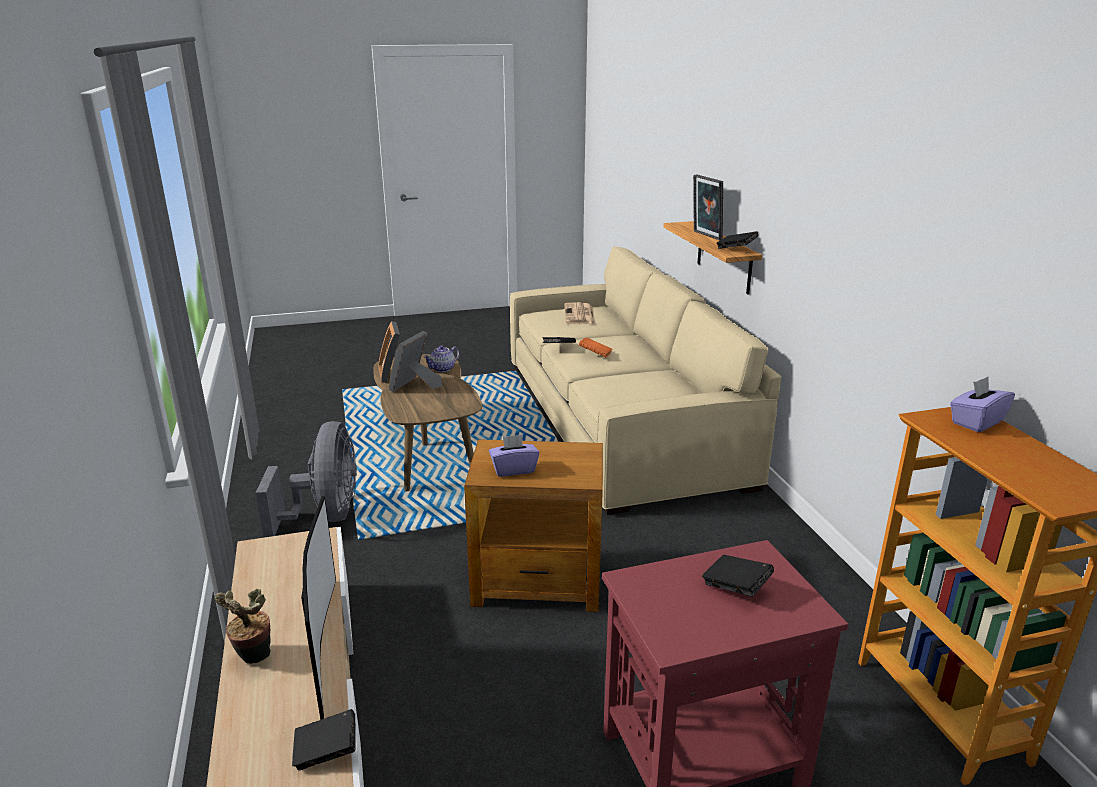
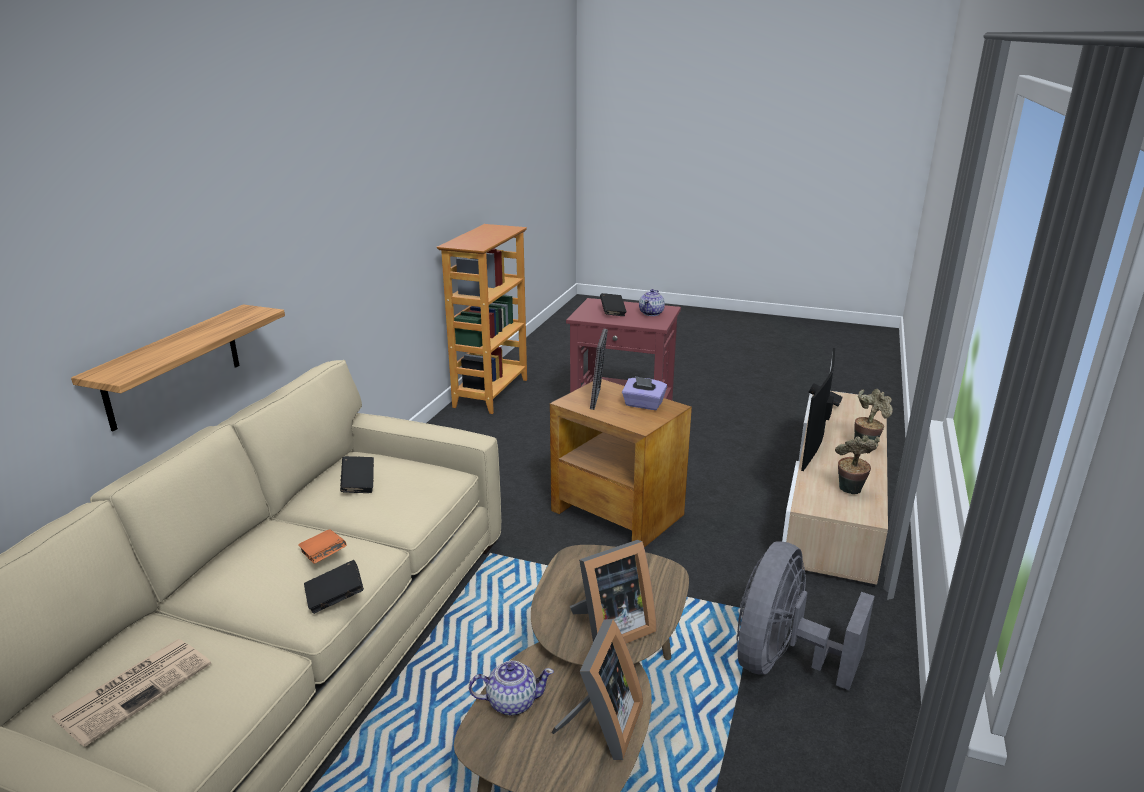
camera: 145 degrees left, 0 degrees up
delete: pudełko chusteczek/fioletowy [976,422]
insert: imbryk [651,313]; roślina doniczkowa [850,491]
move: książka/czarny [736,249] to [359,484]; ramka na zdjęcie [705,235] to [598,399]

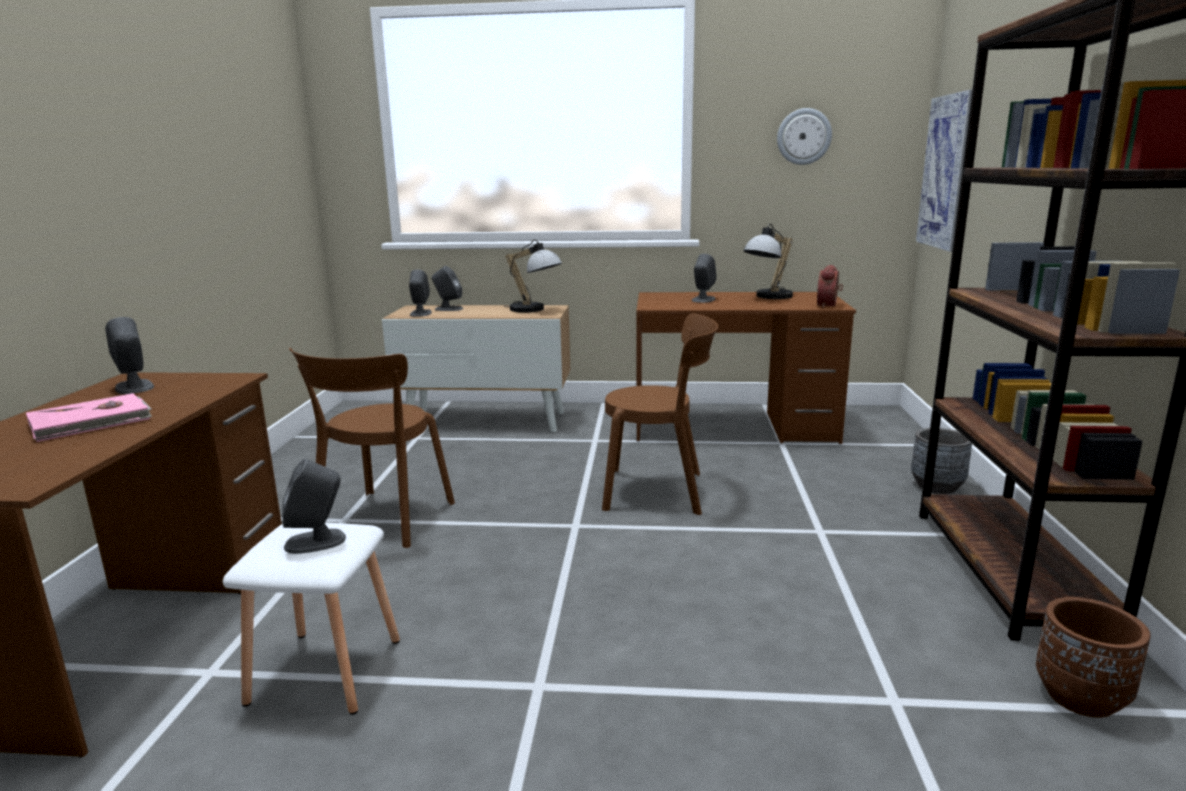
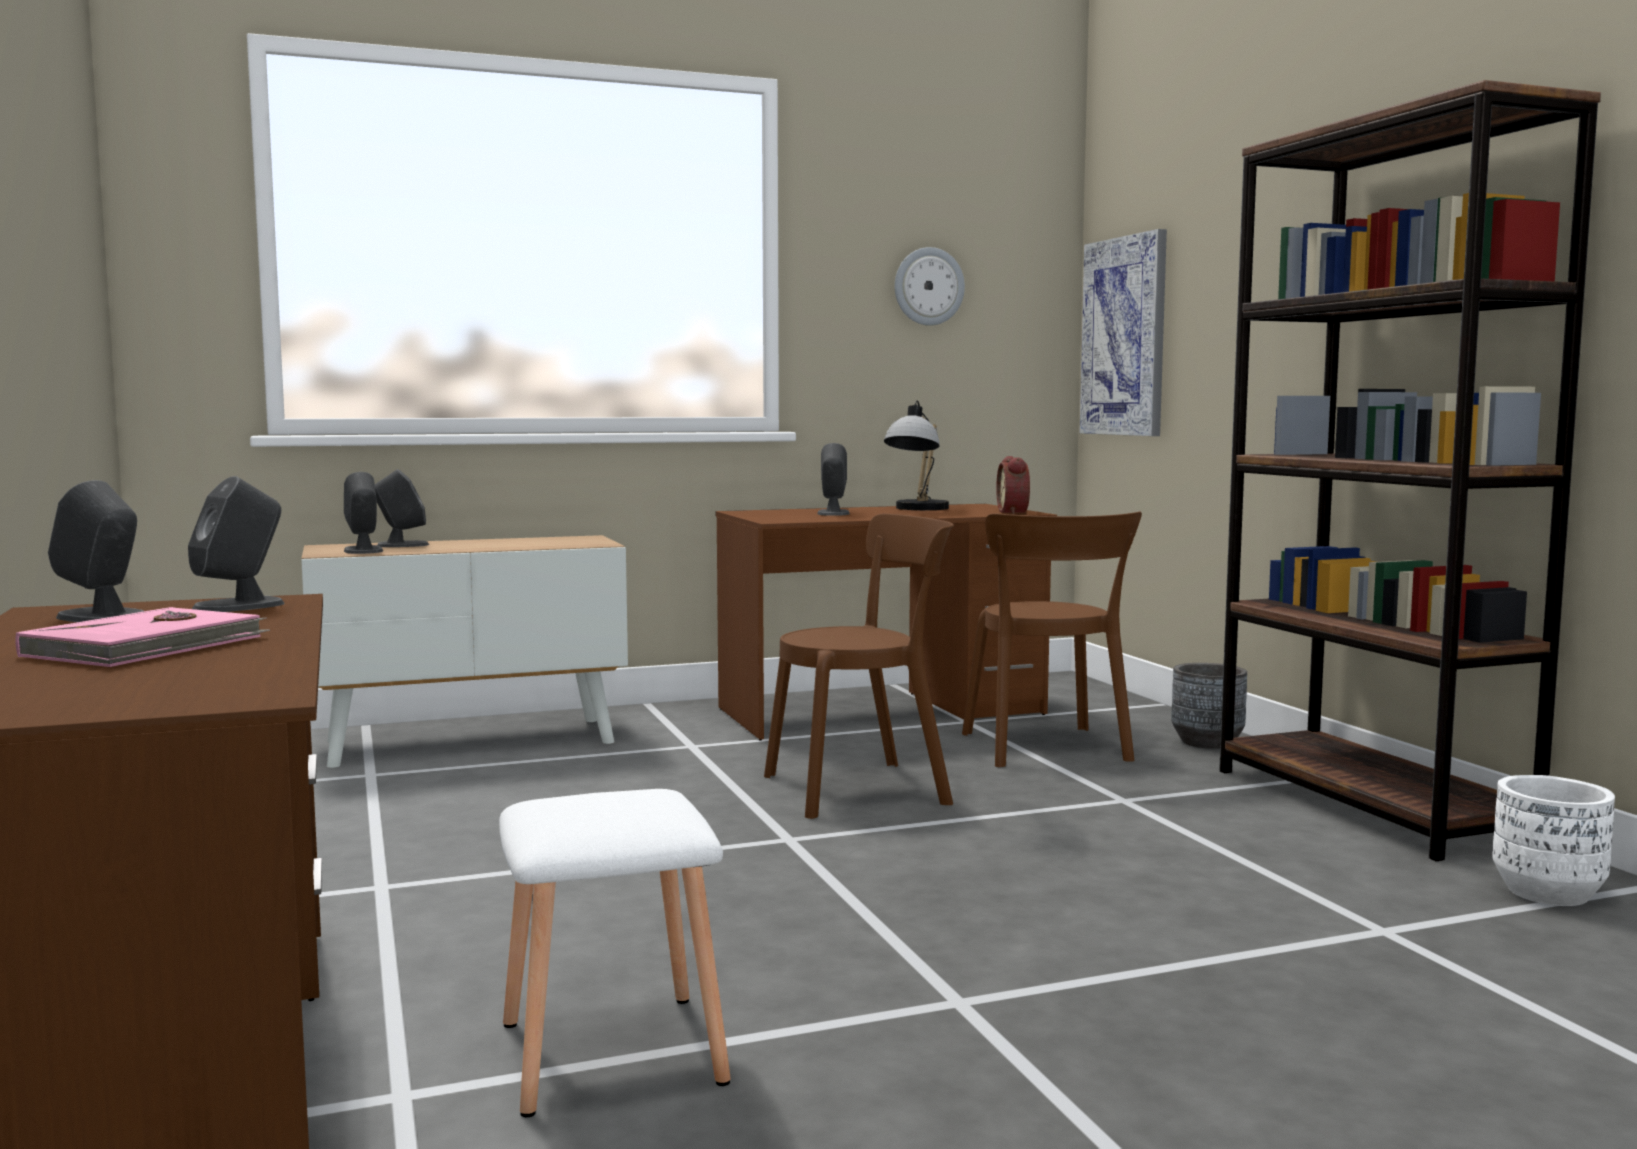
camera: 25 degrees left, 10 degrees down
delete: lampa stołowa [534,310]
move: głośnik/szary [316,541] to [240,606]; krzesło/brązowy [382,521] to [1047,749]
recolor: donica/brązowy [1081,697] to donica/biały [1548,893]

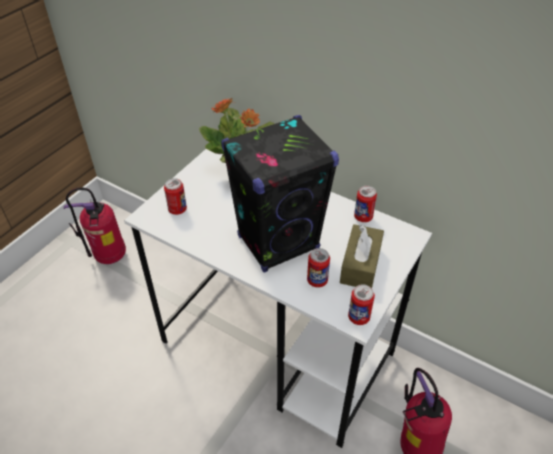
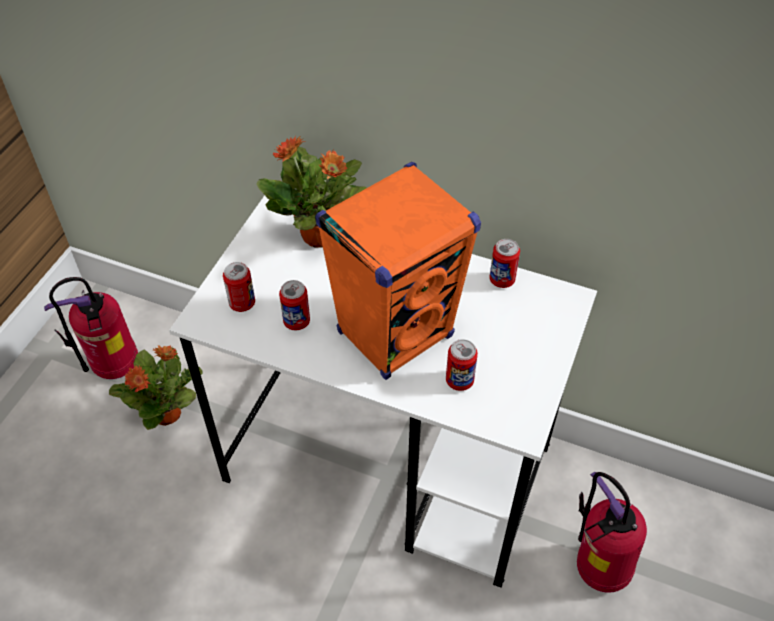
camera: 10 degrees left, 5 degrees up
delete: pudełko chusteczek/brązowy [360,264]
insert: roślina doniczkowa [168,413]
move: puszka [358,317] to [296,321]
recolor: głośnik/czarny [278,243] to głośnik/pomarańczowy [395,334]

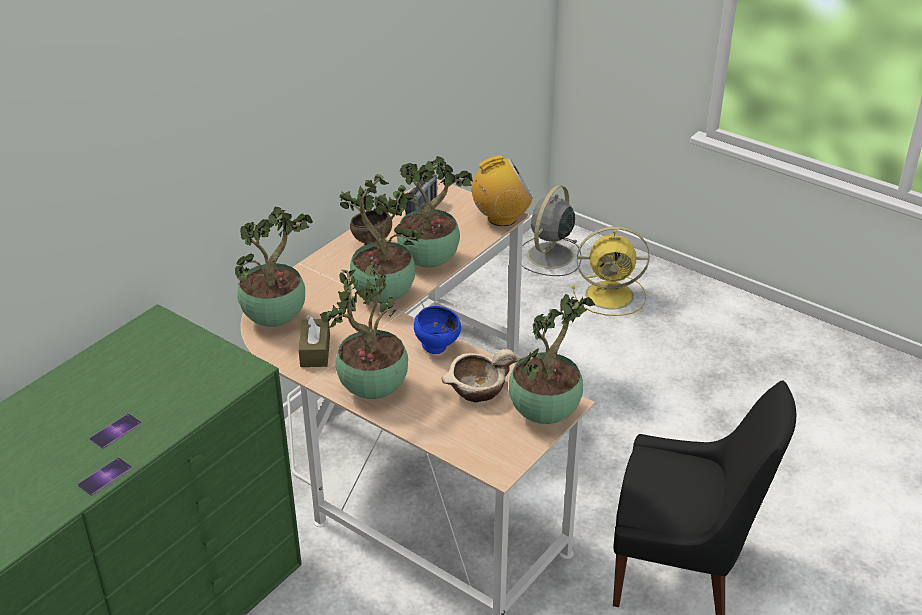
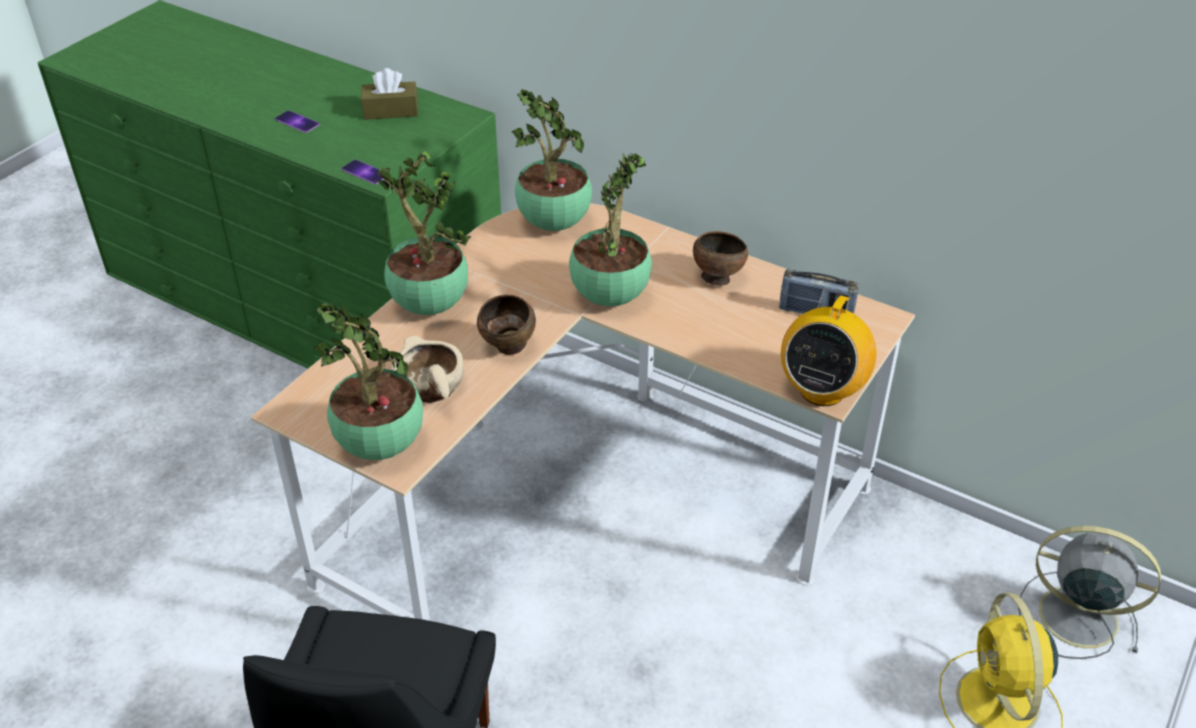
camera: 85 degrees right, 5 degrees up
delete: roślina doniczkowa [430,261]
move: telefon [105,476] to [365,172]; pudełko chusteczek/brązowy [315,351] to [391,110]
recolor: miska/niebieski [437,348] to miska/brązowy [509,348]
rotate: radio [501,218] = [822,390] 45 degrees clockwise

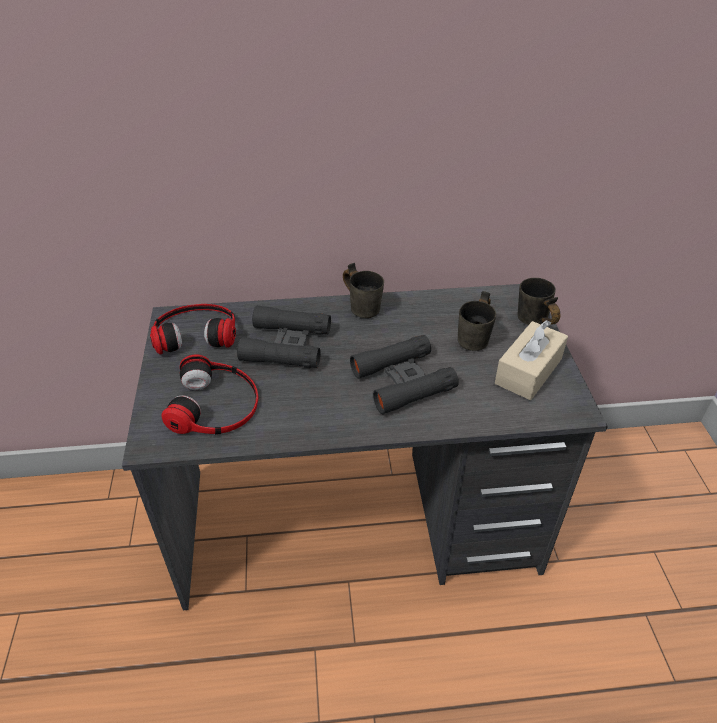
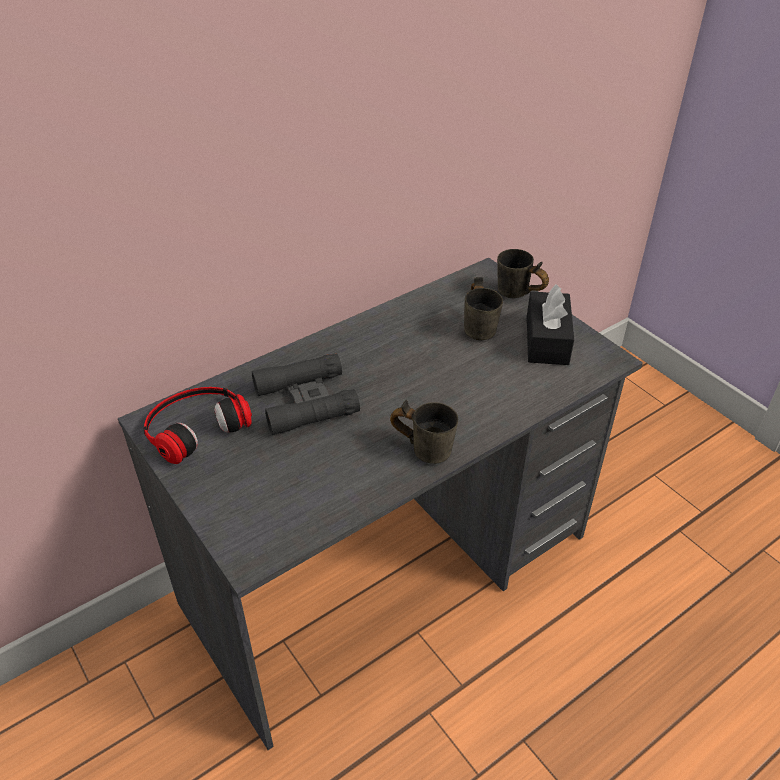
camera: 30 degrees left, 0 degrees up
delete: słuchawki [216,405]; lornetka/czarny [402,380]
move: kubek/szary [364,306] to [425,446]
recolor: pudełko chusteczek/beżowy [528,371] to pudełko chusteczek/czarny [547,340]

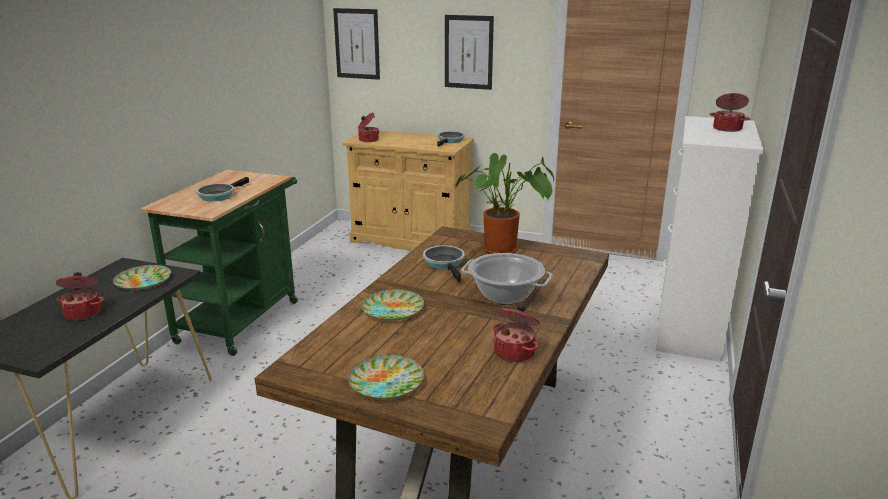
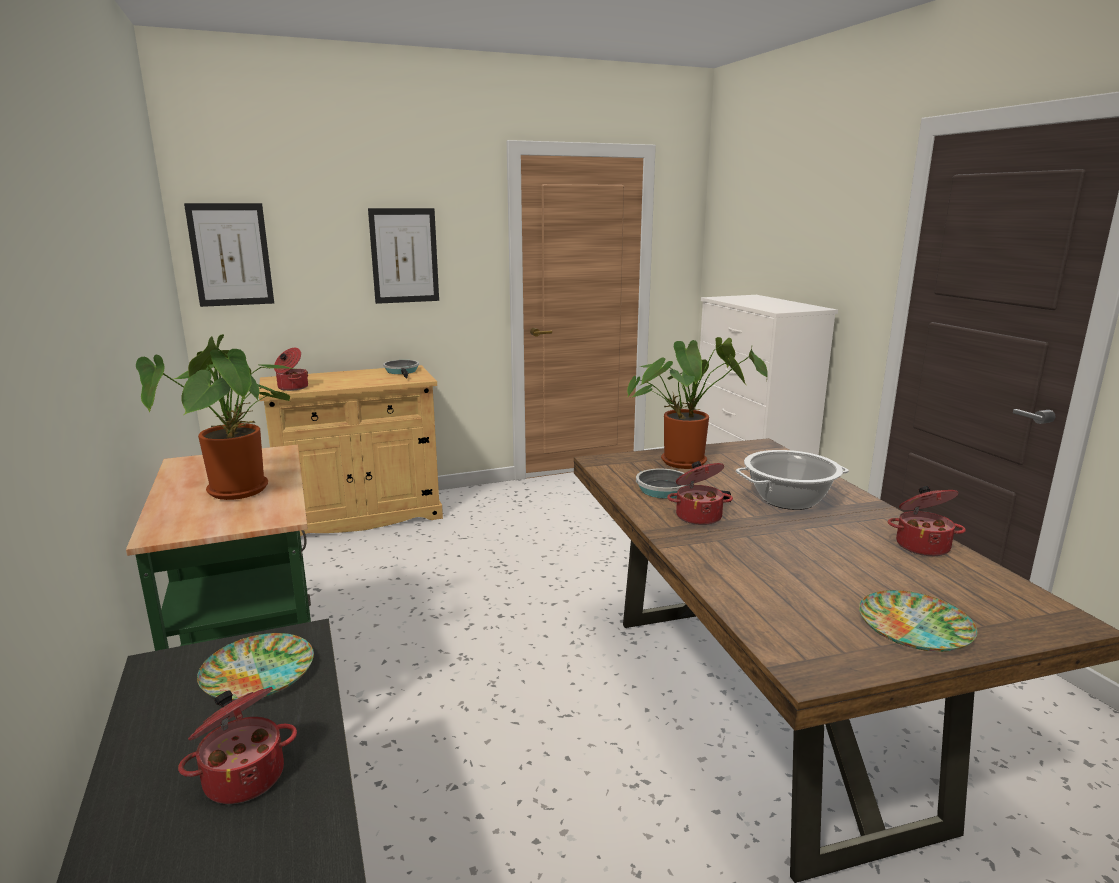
camera: 40 degrees left, 5 degrees down
delete: talerz [392,309]
move: garnek [727,128] to [698,516]
replace: patelnia [218,195] to roślina doniczkowa [240,493]

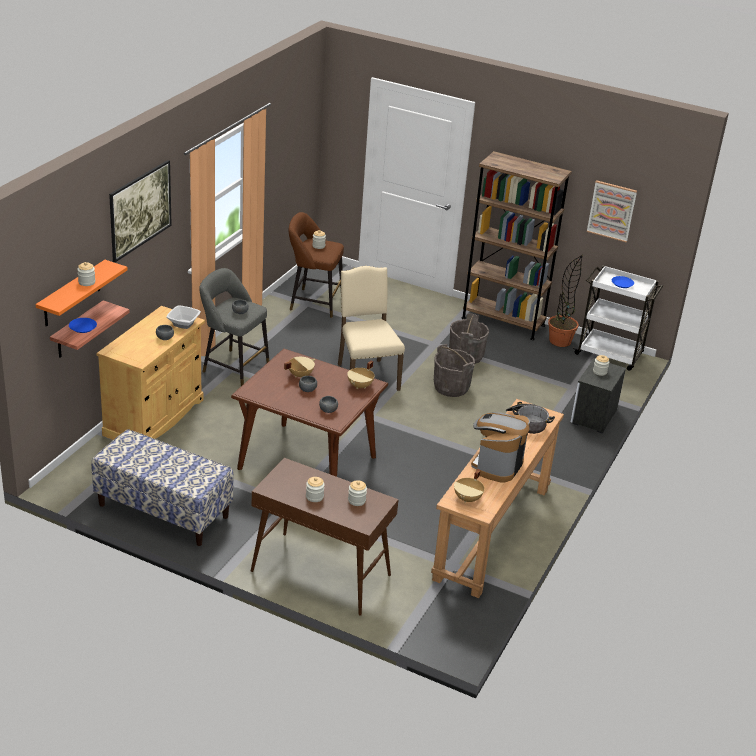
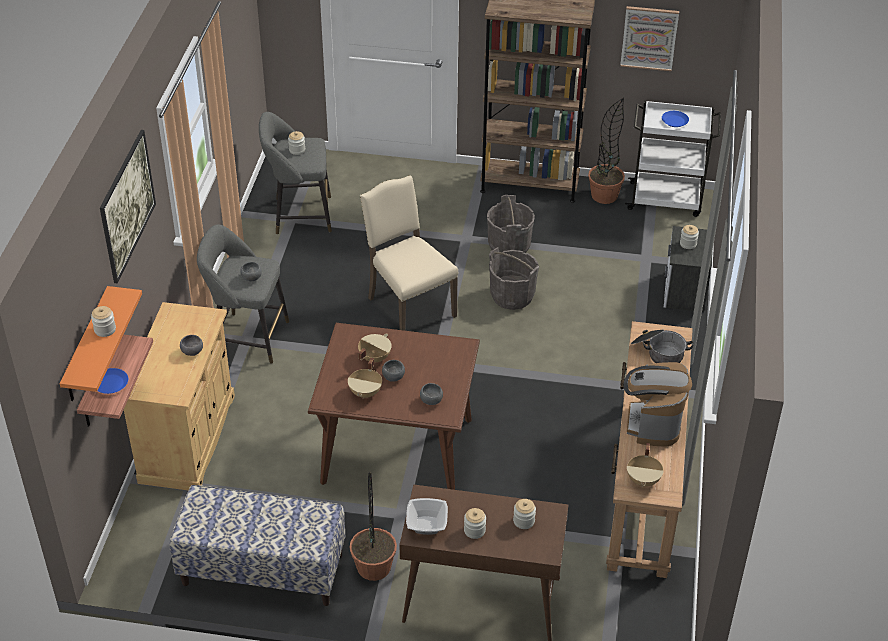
camera: 15 degrees left, 10 degrees up
insert: roślina doniczkowa [373,567]
move: garnek/beżowy [360,386] to [366,392]; miska [183,324] to [426,525]
recolor: stołek/brązowy [313,302] to stołek/szary [299,215]

